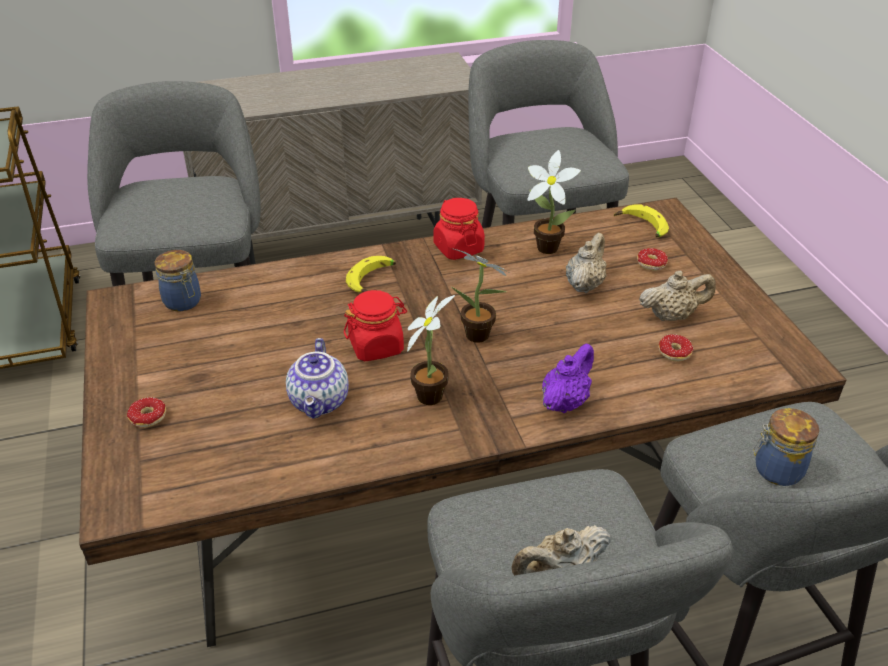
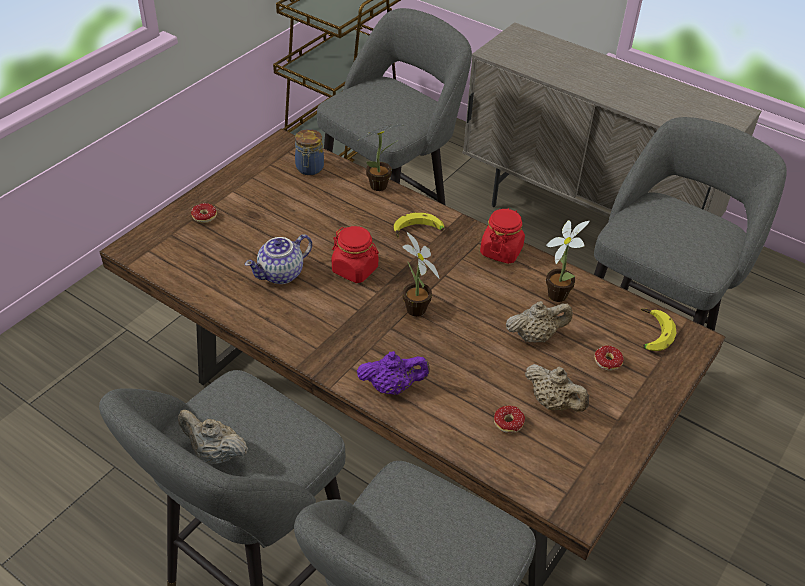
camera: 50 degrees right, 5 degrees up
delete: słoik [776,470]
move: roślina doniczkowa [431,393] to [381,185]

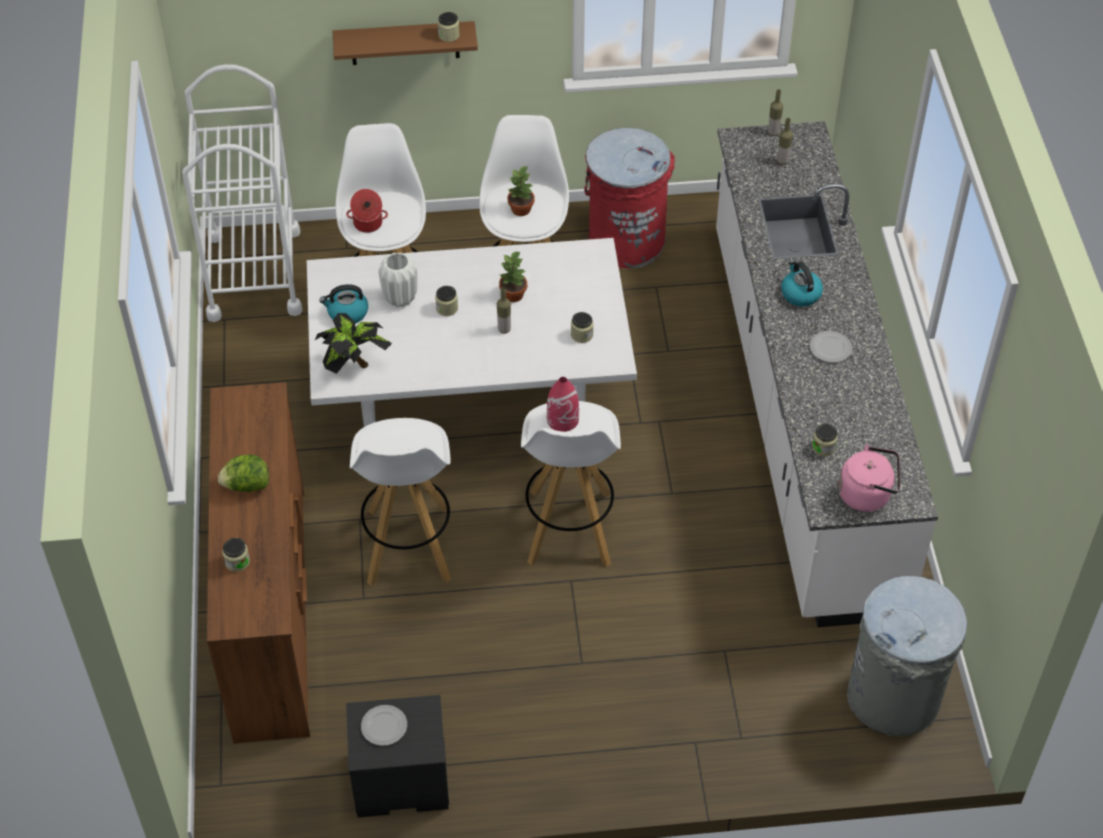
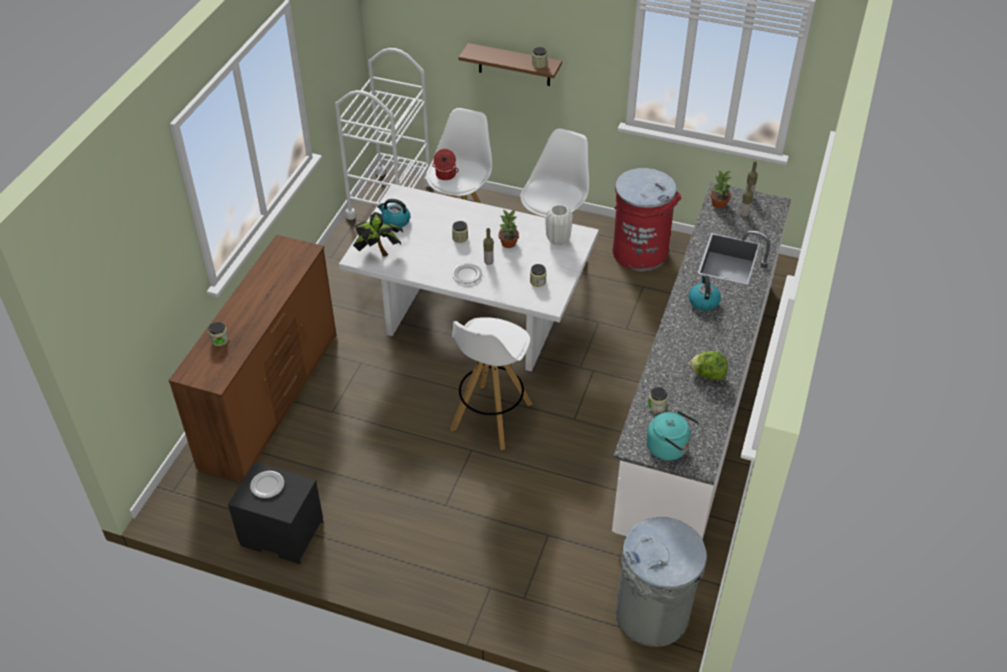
camera: 25 degrees right, 5 degrees down
delete: stołek/biały [408,546]; wazon/czerwony [563,419]
move: talerz [830,348] to [467,275]; wazon/biały [400,299] to [558,240]; sałata [247,485] to [707,375]; roślina doniczkowa [521,209] to [719,204]
recolor: czajnik/różowy [867,494] to czajnik/turkusowy [669,448]

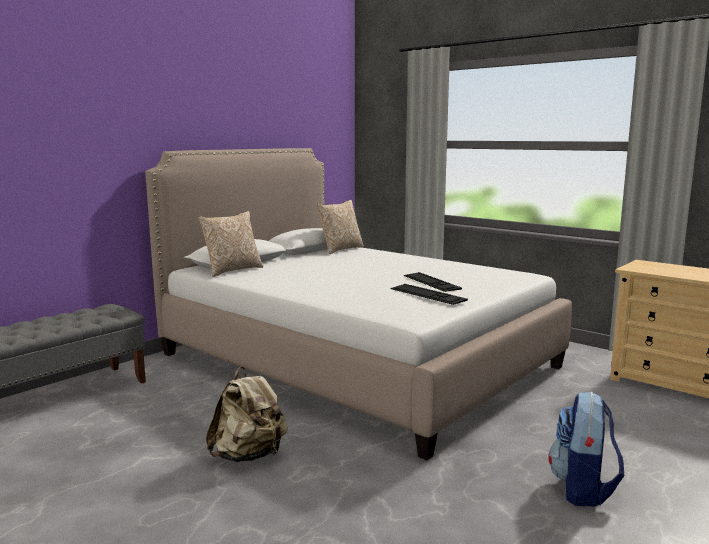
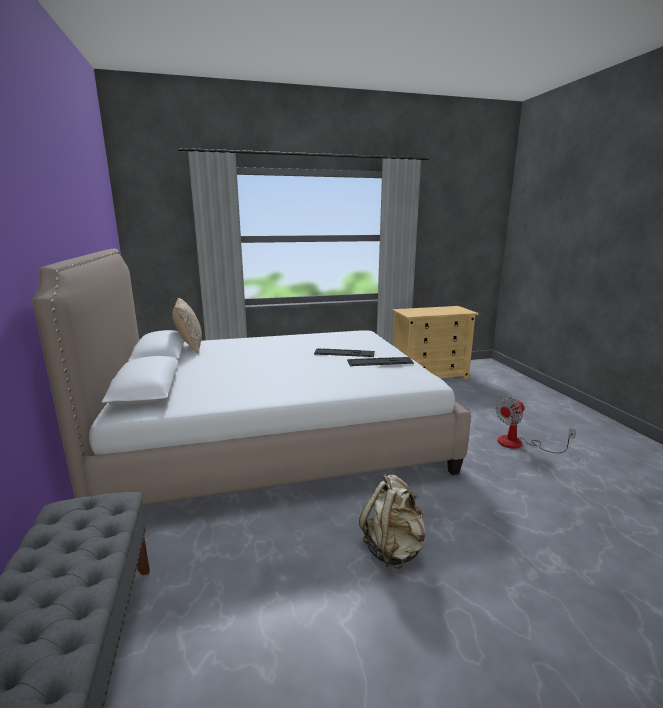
camera: 55 degrees left, 5 degrees up
delete: poduszka [232,270]
replace: plecak [583,489] to wentylator [519,444]

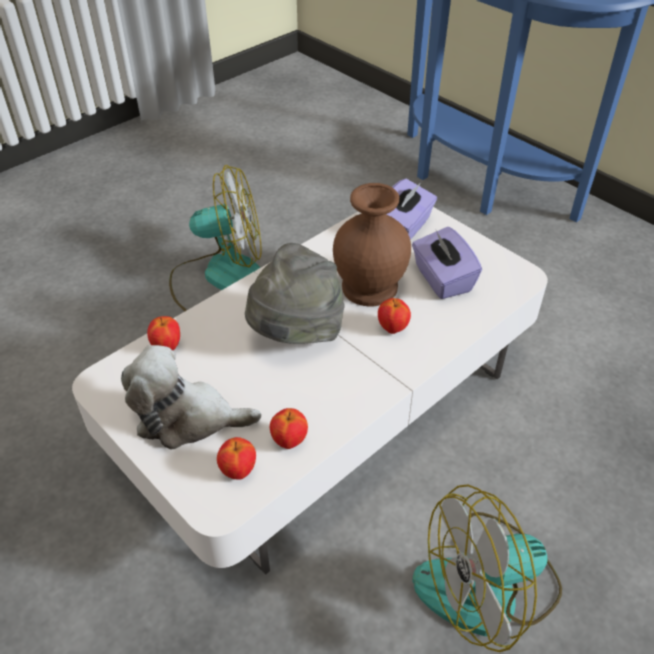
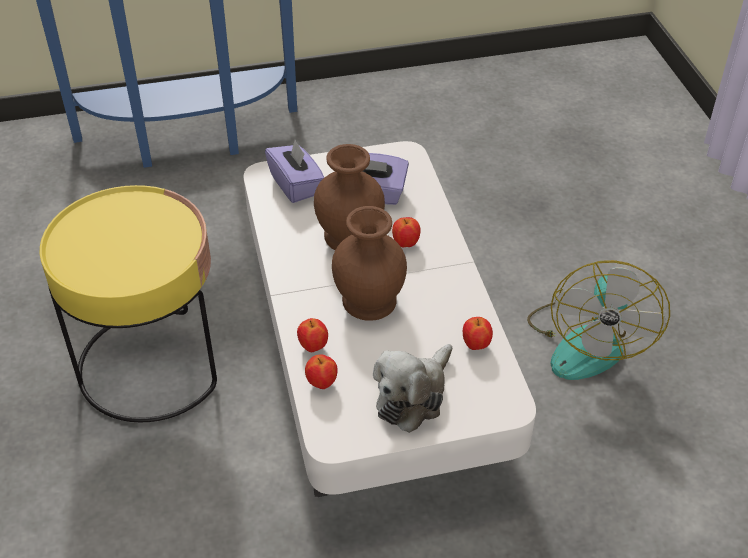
camera: 60 degrees left, 0 degrees up
move: jabłko [238,471] to [313,347]
replace: wentylator [220,278] to stolik/żółty [151,364]; kapelusz/szary [296,334] to wazon/brązowy [369,298]

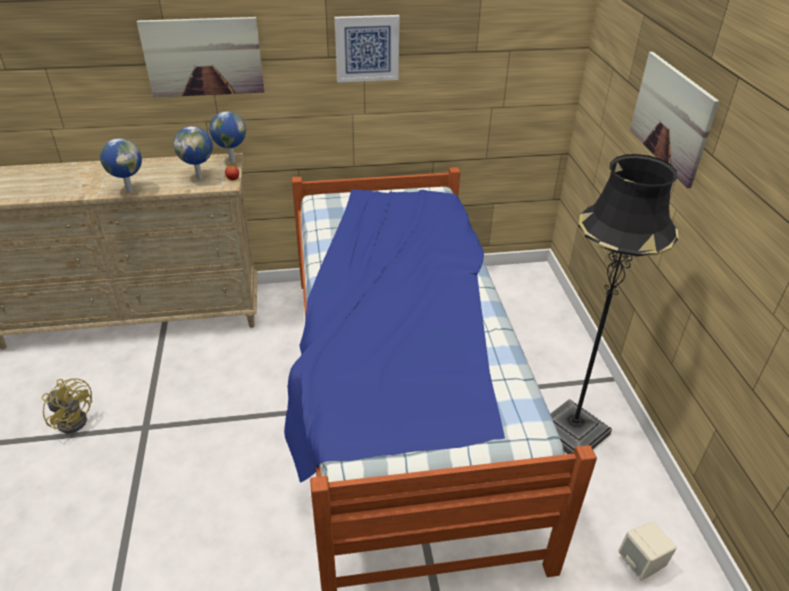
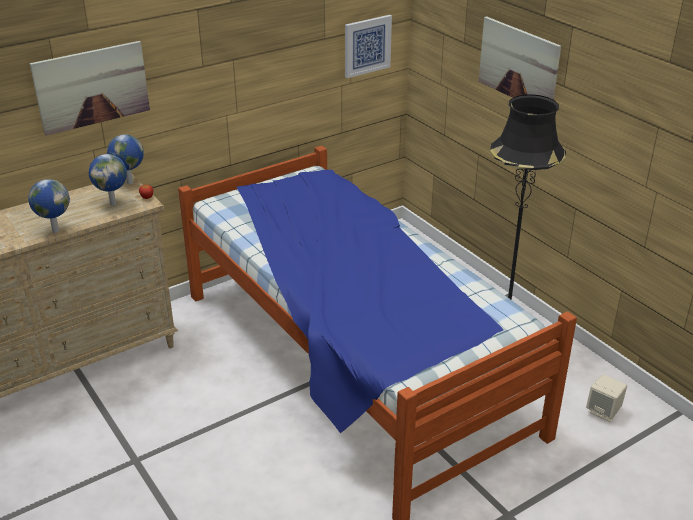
camera: 25 degrees left, 5 degrees down
delete: wentylator/żółty [74,418]
move: obraz [367,48] to [367,45]

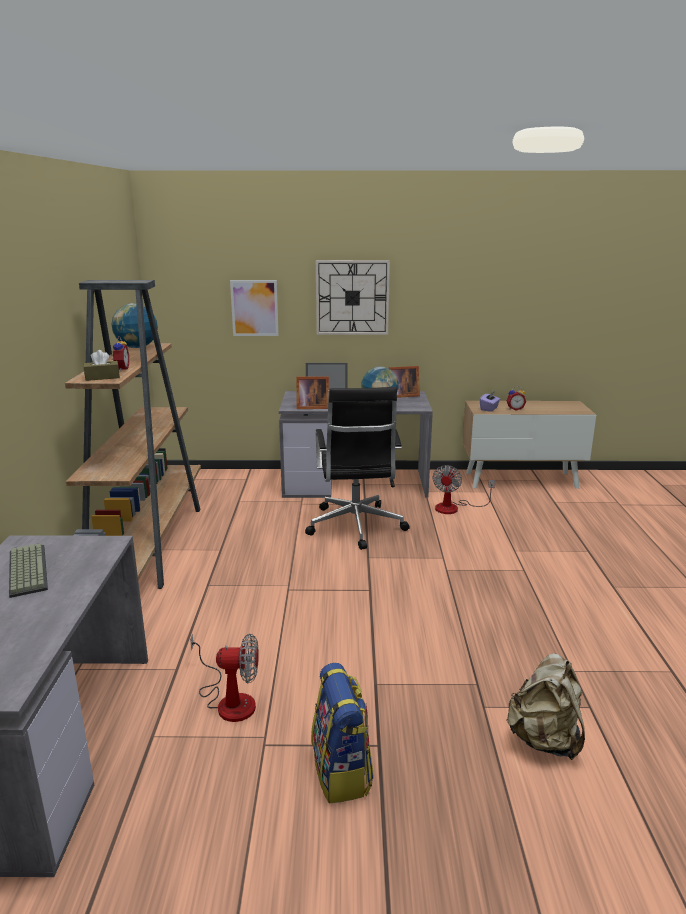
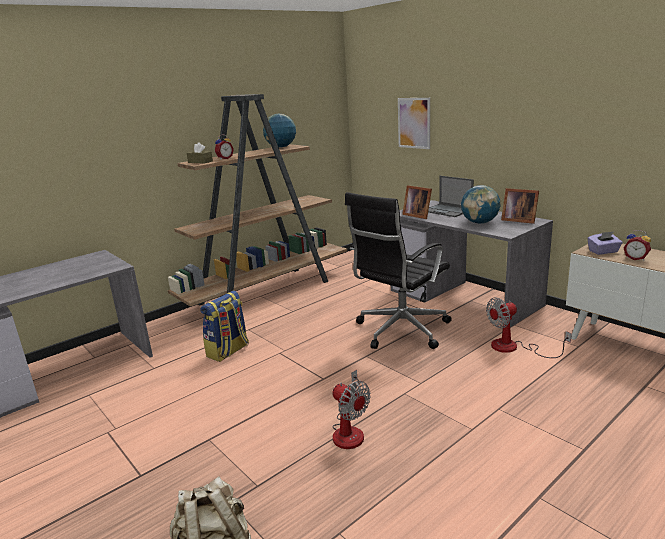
camera: 50 degrees right, 0 degrees up
delete: klawiatura [26,570]; zegar ścienny [352,297]
move: plecak [342,772] to [228,351]; wentylator [229,700] to [350,430]

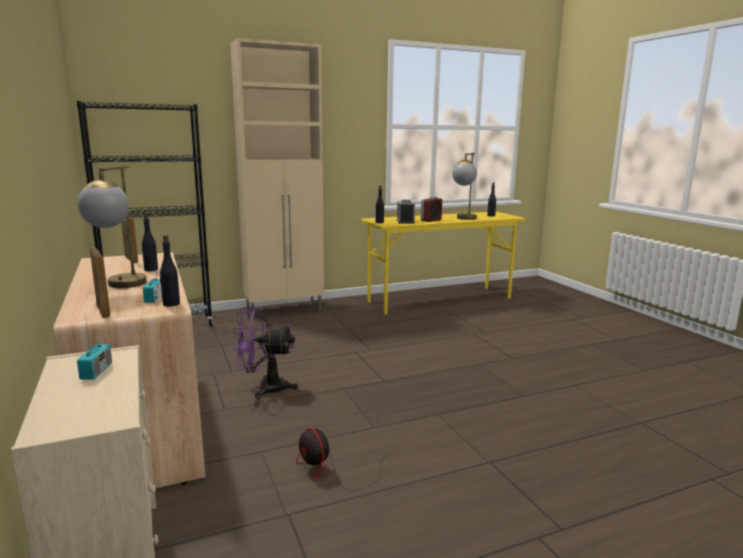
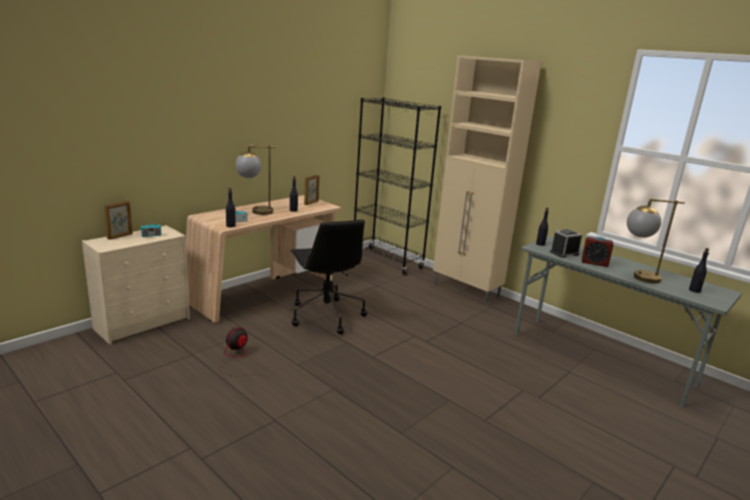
camera: 65 degrees right, 5 degrees up
move: ramka na zdjęcie [103,311] to [120,236]
replace: wentylator/fioletowy [264,388] to krzesło biurowe/czarny [326,315]
recolor: biurko/żółty [440,300] to biurko/szary [601,358]

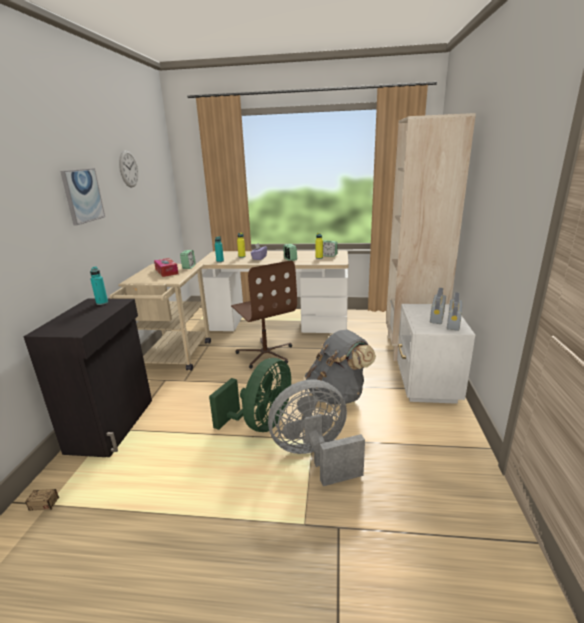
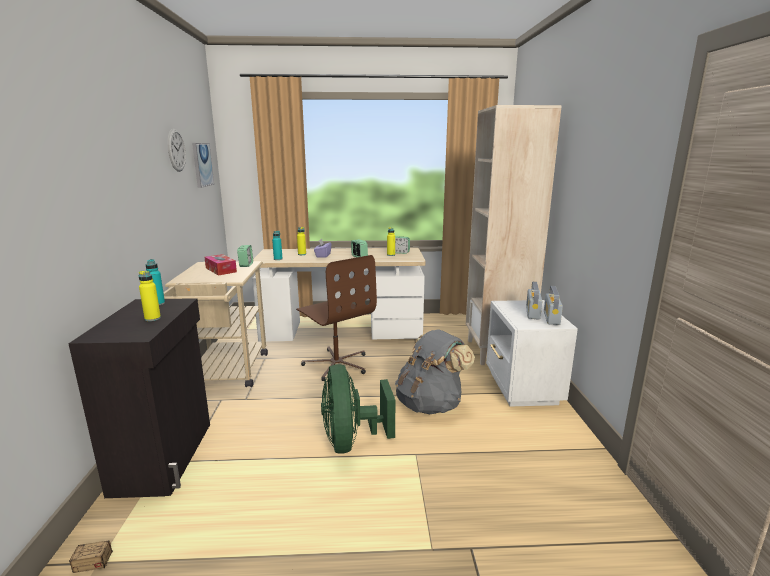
camera: 10 degrees left, 5 degrees down
delete: wentylator/szary [314,455]
insert: butelka/żółty [152,318]
move: obraz [82,195] to [202,164]
rotate: wentylator/zielony [261,423] = [351,441] 150 degrees clockwise

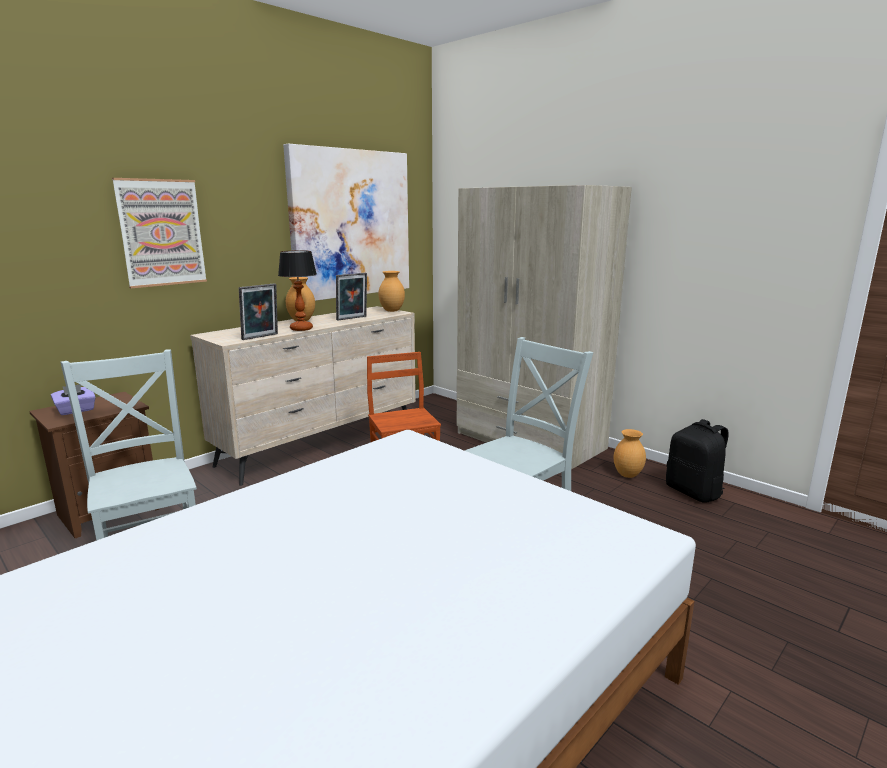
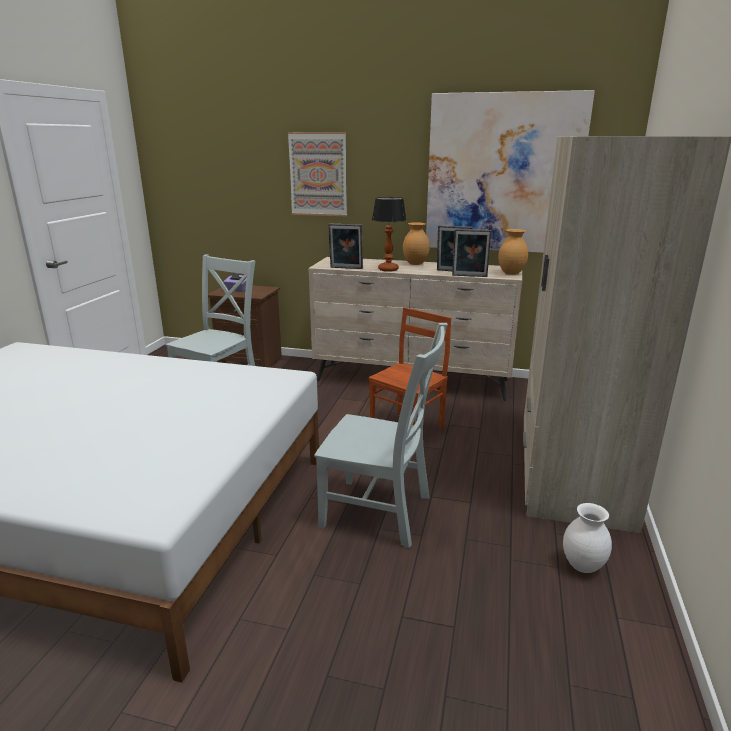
camera: 60 degrees right, 5 degrees up
delete: plecak/czarny [694,492]
insert: ramka na zdjęcie [469,276]
recolor: wazon/brązowy [628,475] to wazon/biały [583,566]

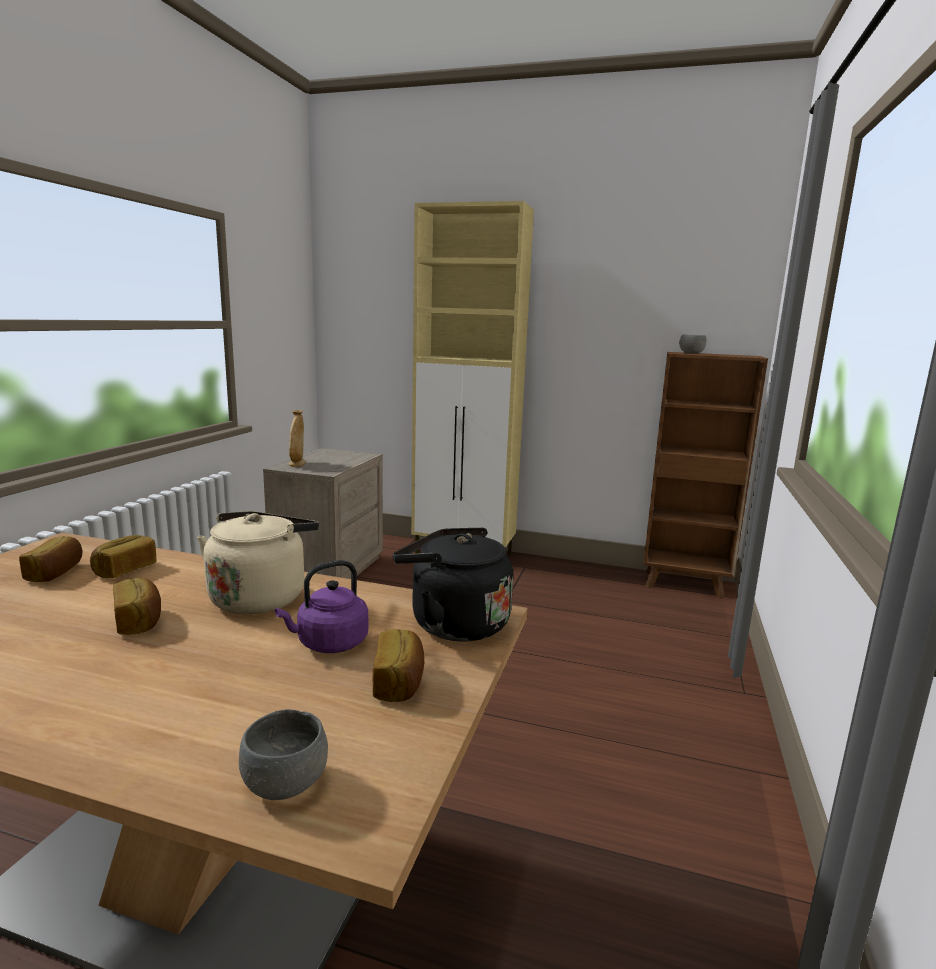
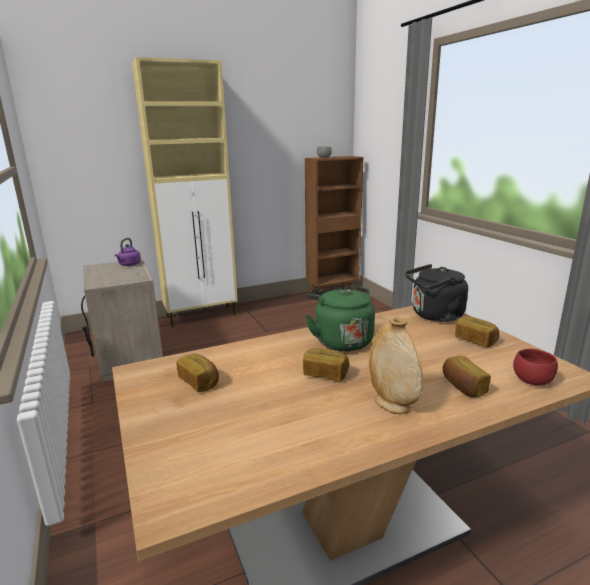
camera: 40 degrees left, 5 degrees up
move: czajnik/fioletowy [329,644] to [129,265]; wazon/beżowy [297,464] to [392,405]; chleb [124,570] to [462,387]
recolor: czajnik/beżowy [260,597] to czajnik/zielony [341,340]; miska/szary [286,783] to miska/czerwony [532,380]

